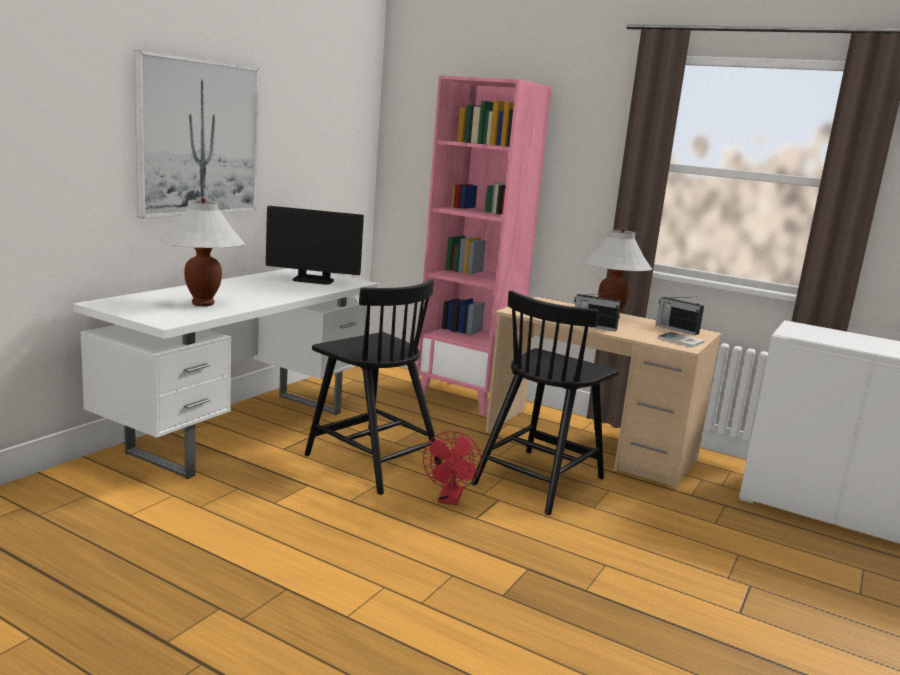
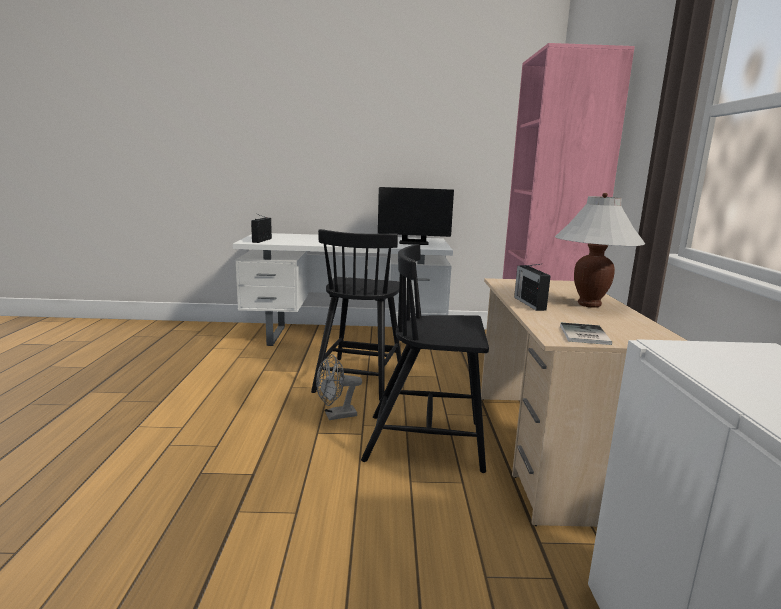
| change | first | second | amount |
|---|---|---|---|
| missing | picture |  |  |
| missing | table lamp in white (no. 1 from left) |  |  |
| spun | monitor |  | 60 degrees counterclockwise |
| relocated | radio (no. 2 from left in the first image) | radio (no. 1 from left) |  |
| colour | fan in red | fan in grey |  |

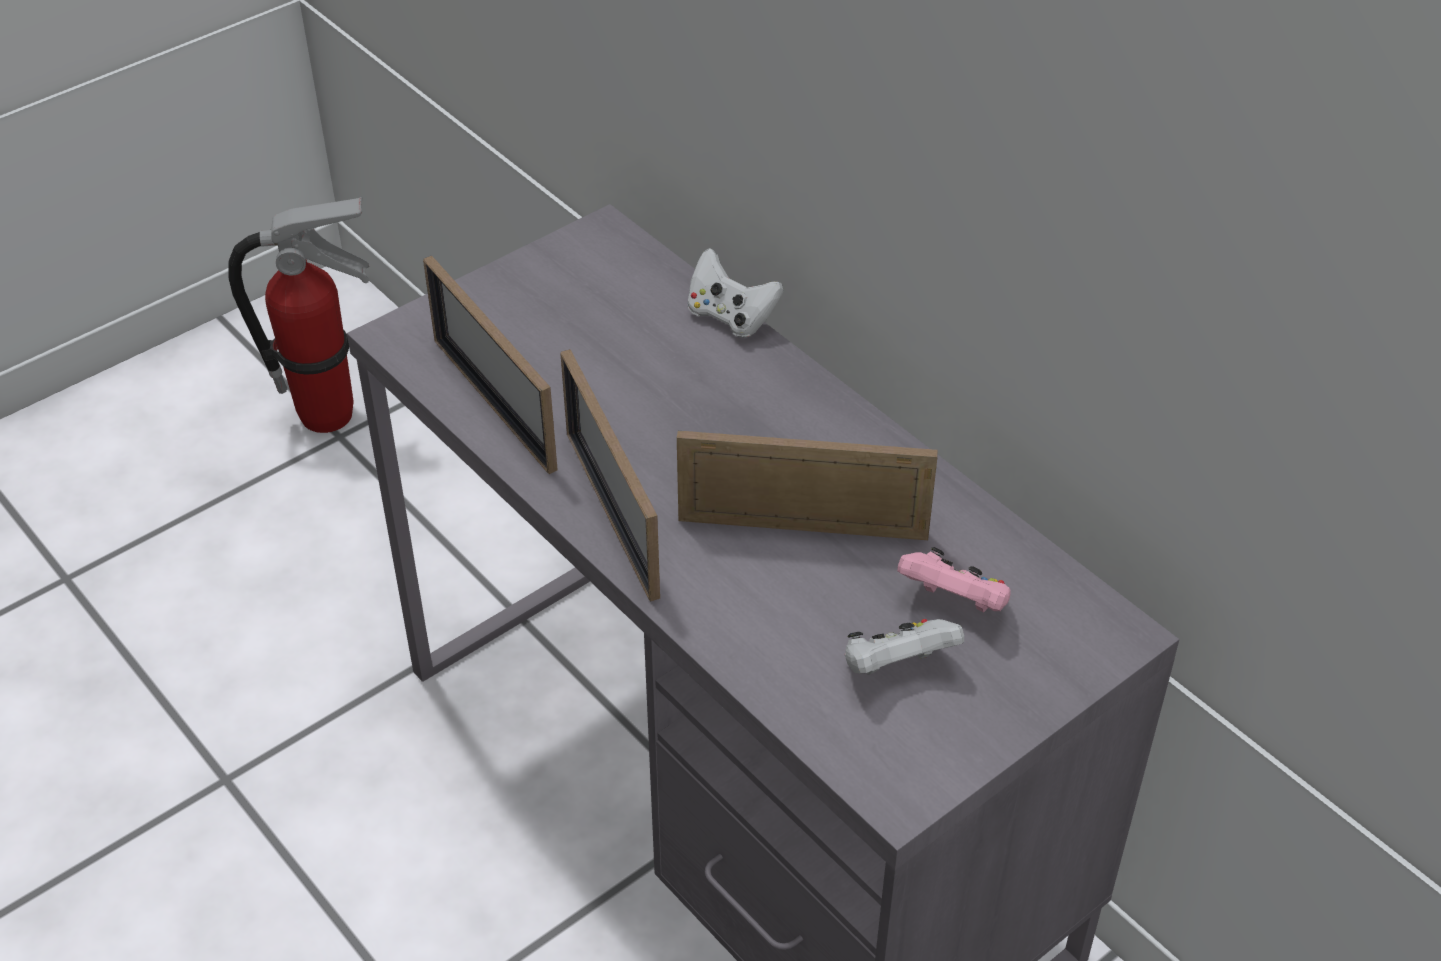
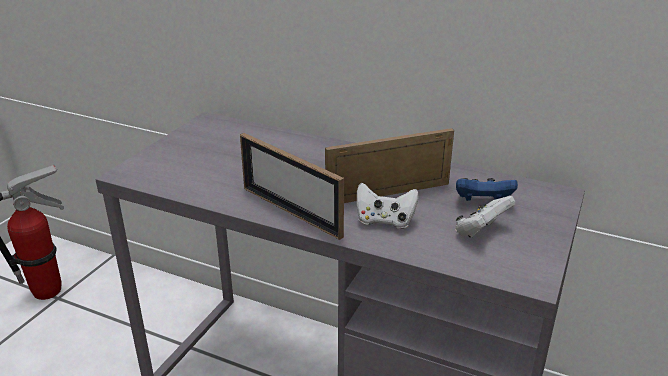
| change | first | second | amount |
|---|---|---|---|
| relocated | game controller in white (no. 1 from left) |  |  |
| missing | picture frame (no. 1 from left) |  |  |
| colour | game controller in pink | game controller in blue |  |

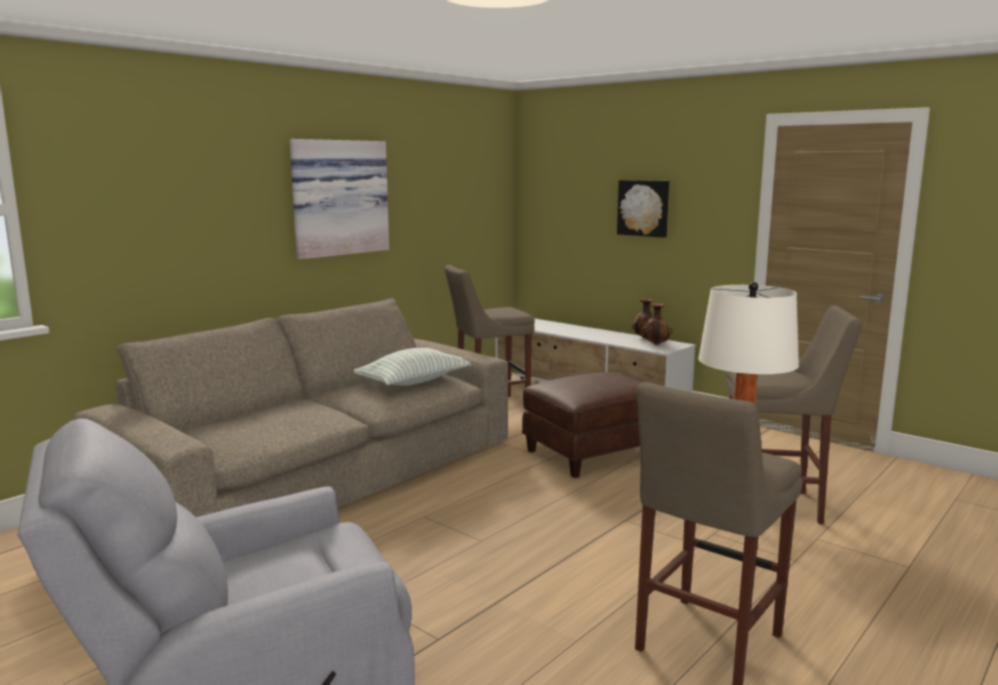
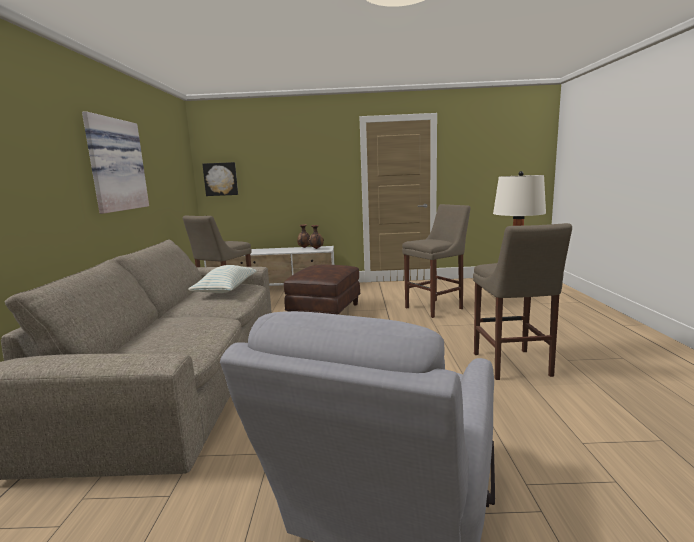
| change | first | second | amount |
|---|---|---|---|
| relocated | picture (no. 2 from left) |  |  |

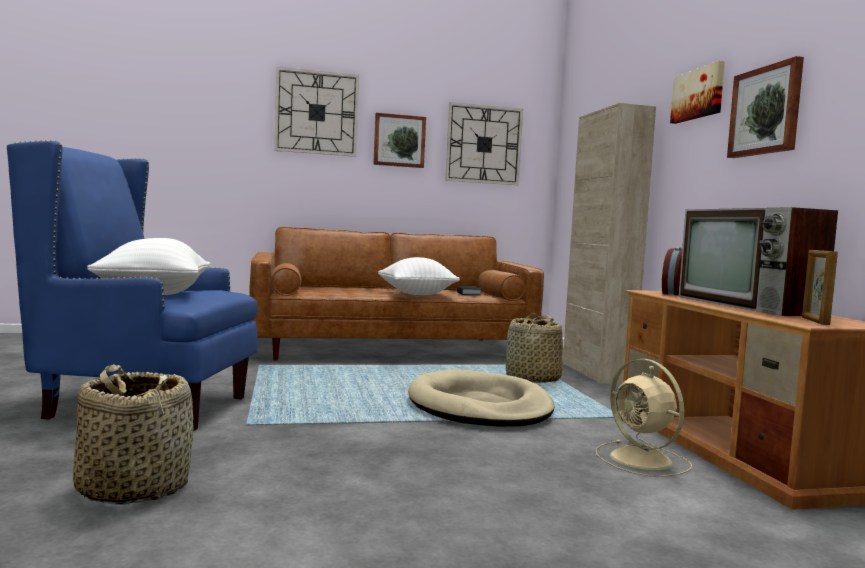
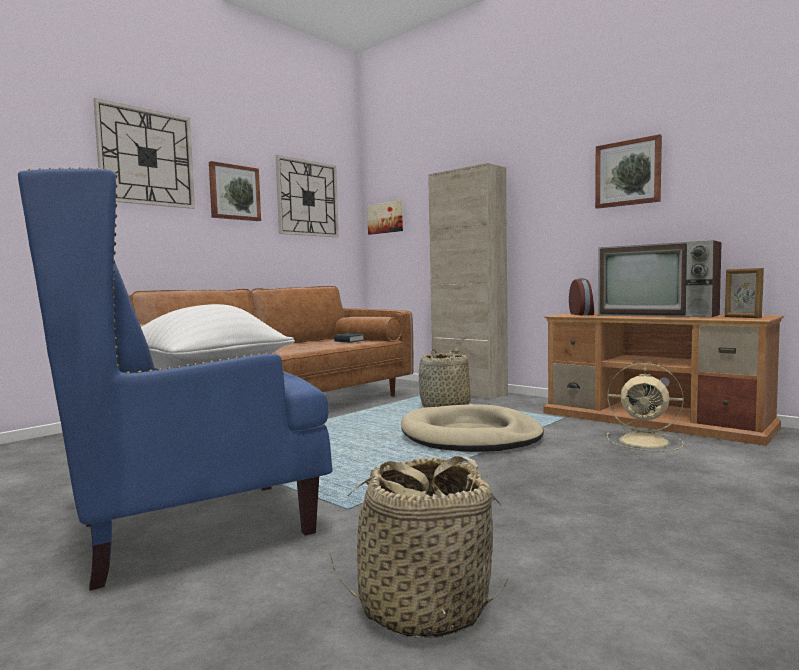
| change | first | second | amount |
|---|---|---|---|
| relocated | picture (no. 2 from left) |  |  |
| missing | pillow in white (no. 2 from left) |  |  |

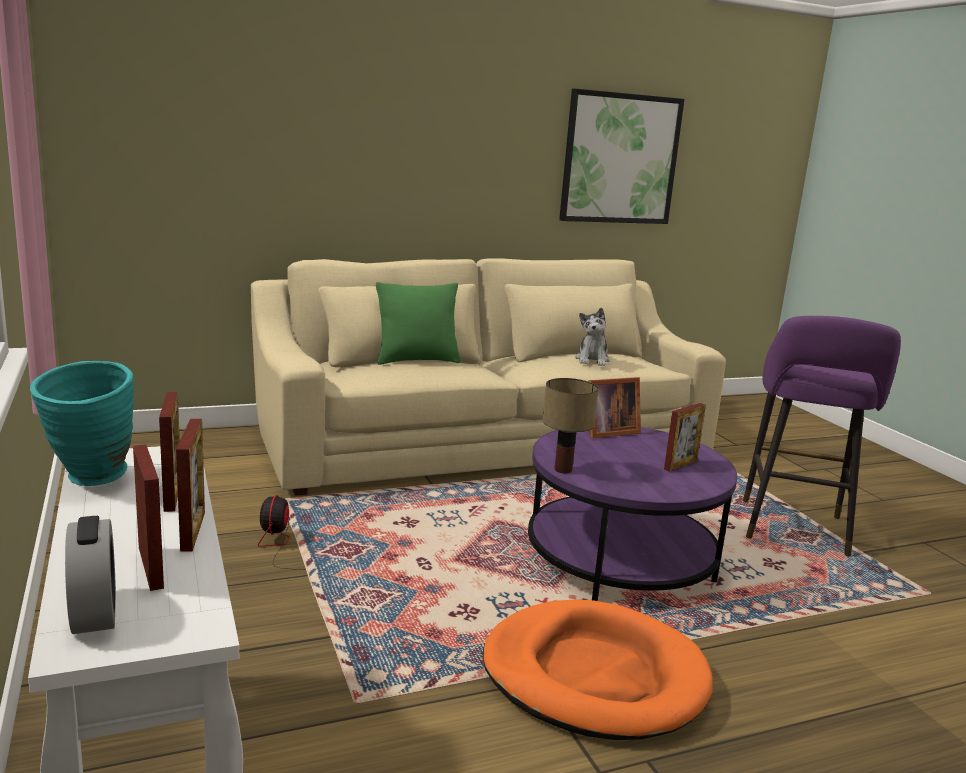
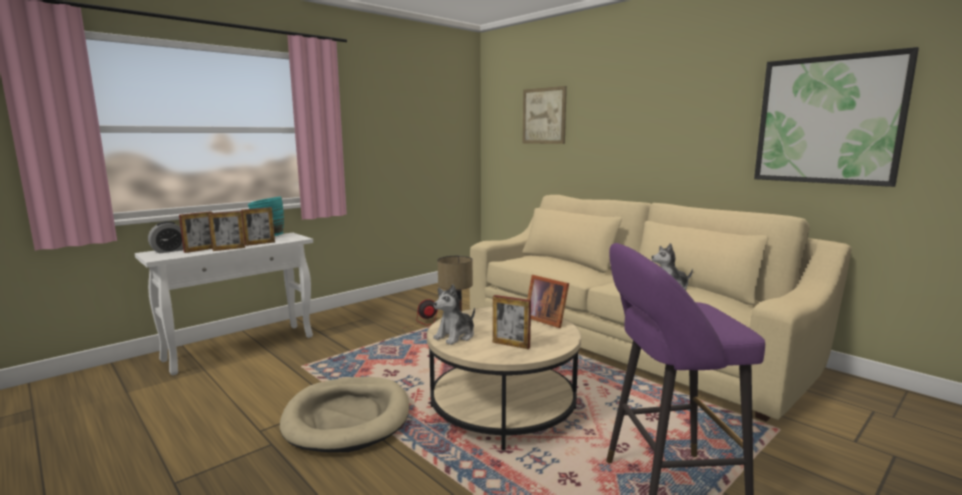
| change | first | second | amount |
|---|---|---|---|
| missing | pillow in green |  |  |
| colour | coffee table in purple | coffee table in beige |  |
| colour | dog bed in orange | dog bed in beige |  |
| appeared |  | picture (no. 1 from left) |  |
| appeared |  | plush toy (no. 1 from left) |  |

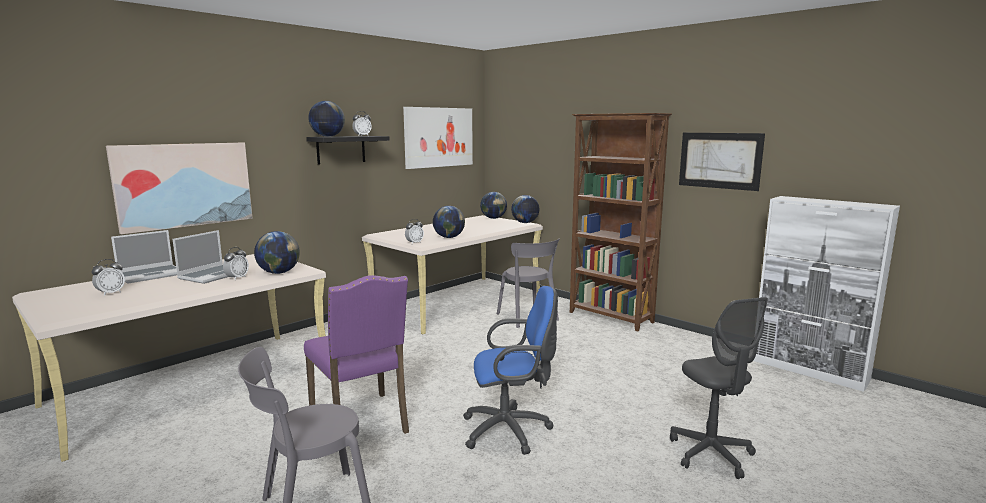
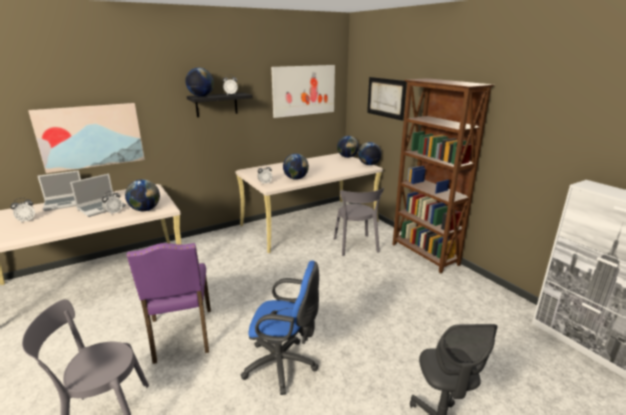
| change | first | second | amount |
|---|---|---|---|
| relocated | picture (no. 3 from left) |  |  |

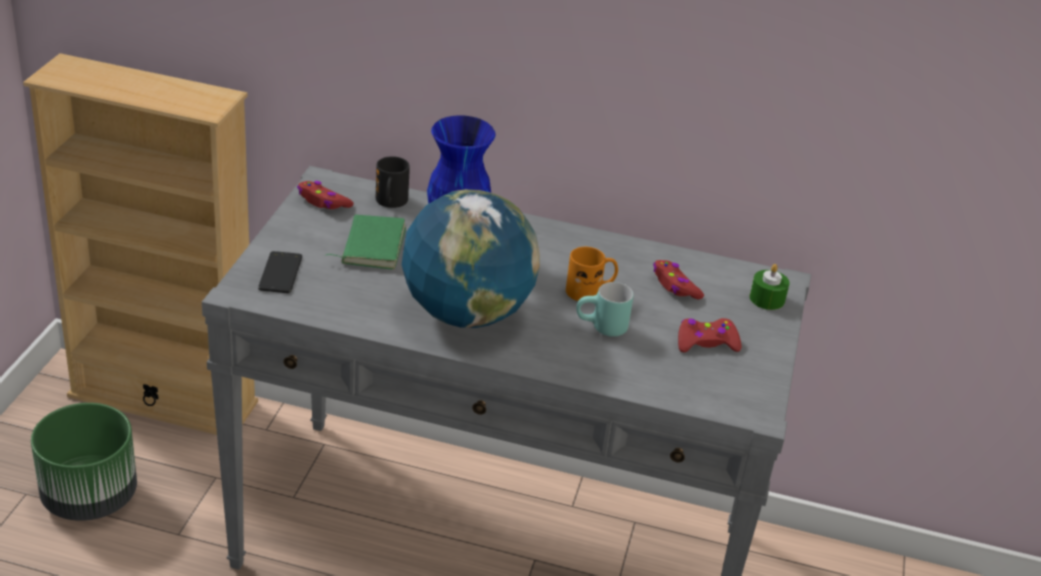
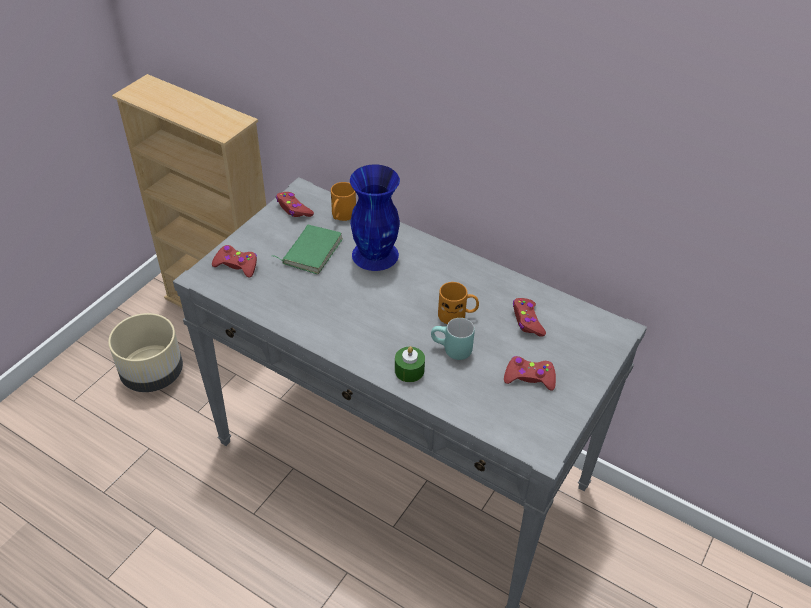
| change | first | second | amount |
|---|---|---|---|
| colour | mug in black | mug in orange (no. 1 from left) |  |
| missing | globe |  |  |
| exchanged | phone | game controller in red (no. 1 from left) |  |
| relocated | candle in green |  |  |
| colour | planter in green | planter in beige |  |

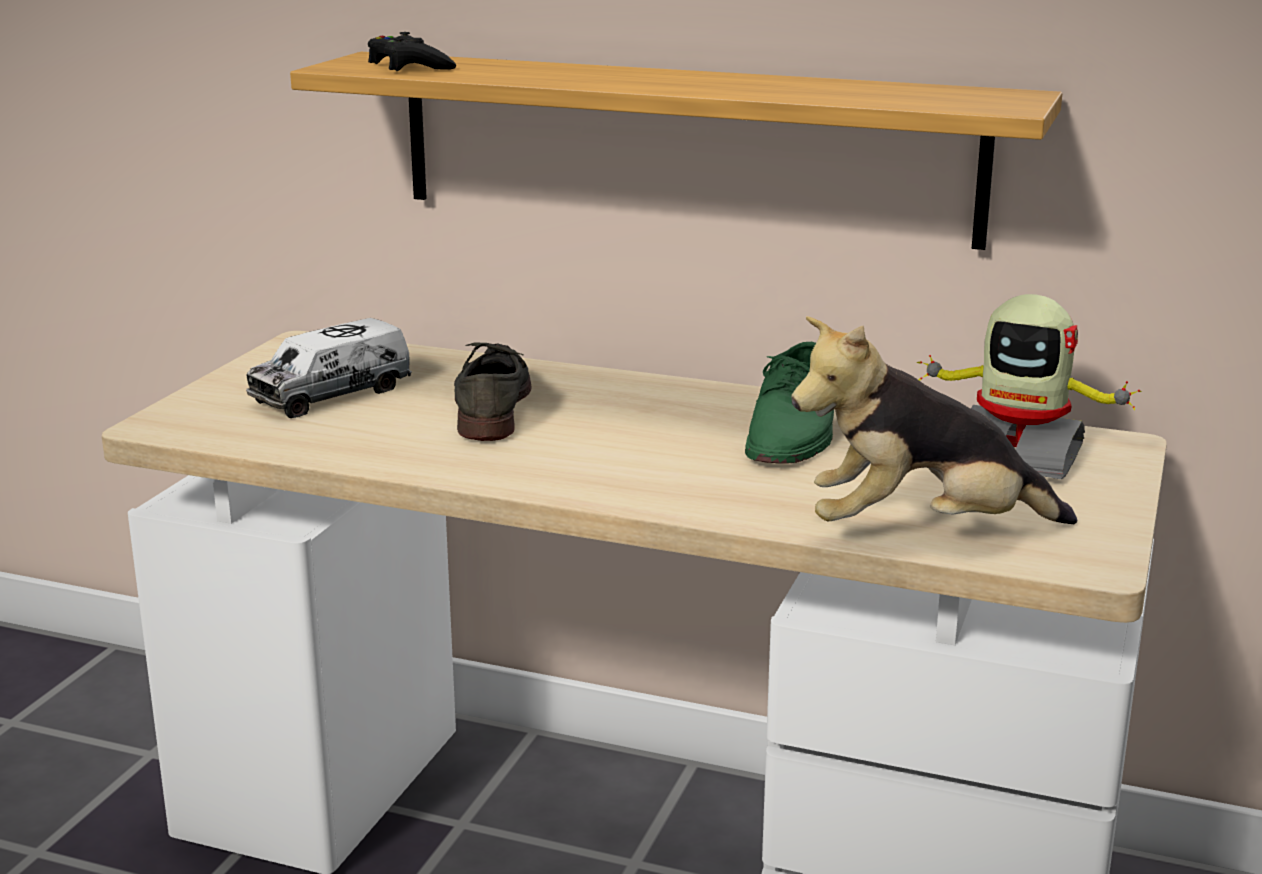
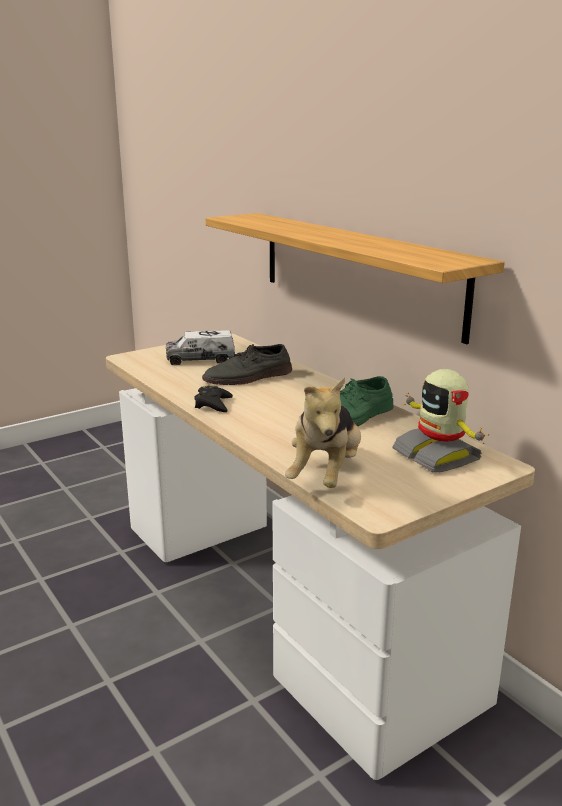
| change | first | second | amount |
|---|---|---|---|
| relocated | game controller in black |  |  |
| spun | plush toy |  | 105 degrees counterclockwise |
| spun | shoe in grey |  | 150 degrees counterclockwise |

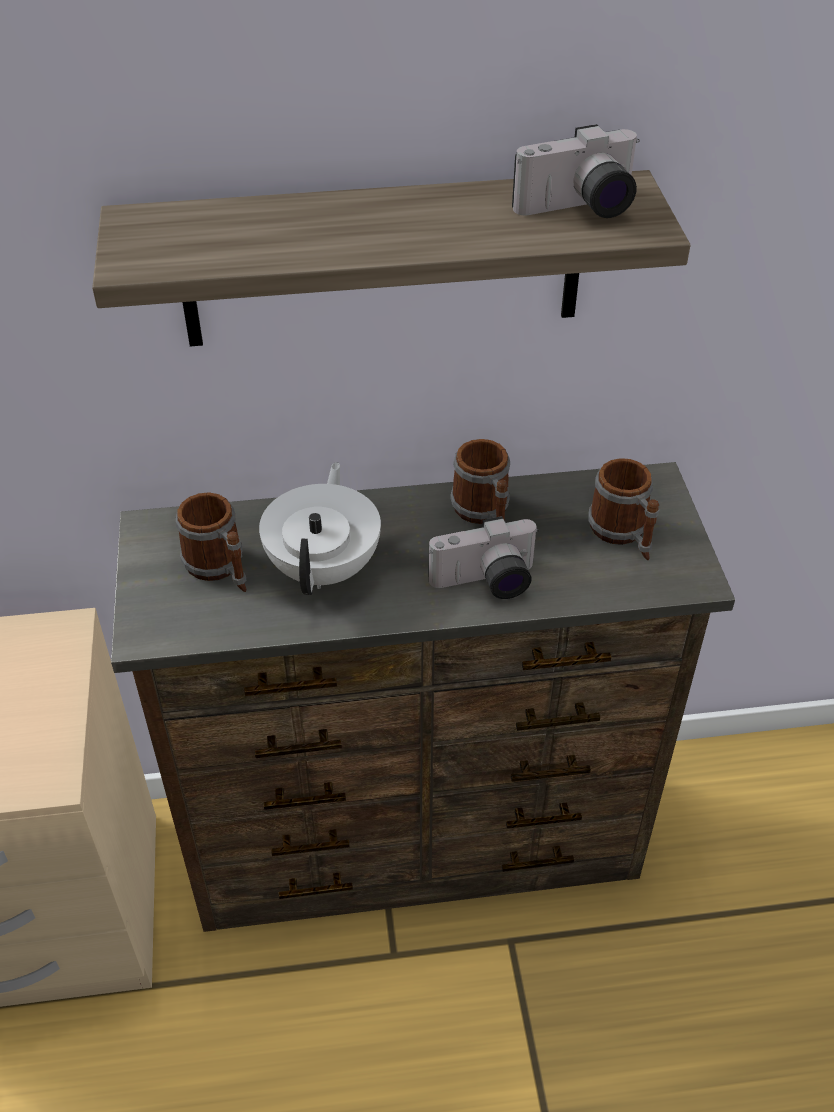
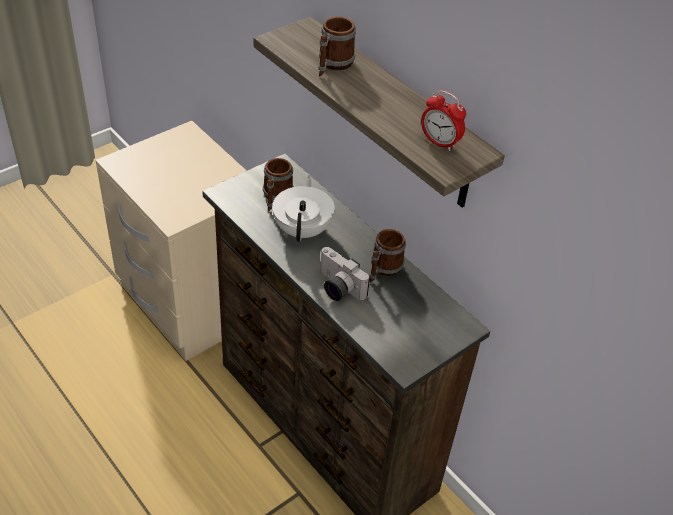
| change | first | second | amount |
|---|---|---|---|
| exchanged | photo camera (no. 2 from left) | alarm clock |  |
| relocated | mug (no. 3 from left in the first image) | mug (no. 2 from left) |  |
| spun | teapot in white |  | 60 degrees counterclockwise |

